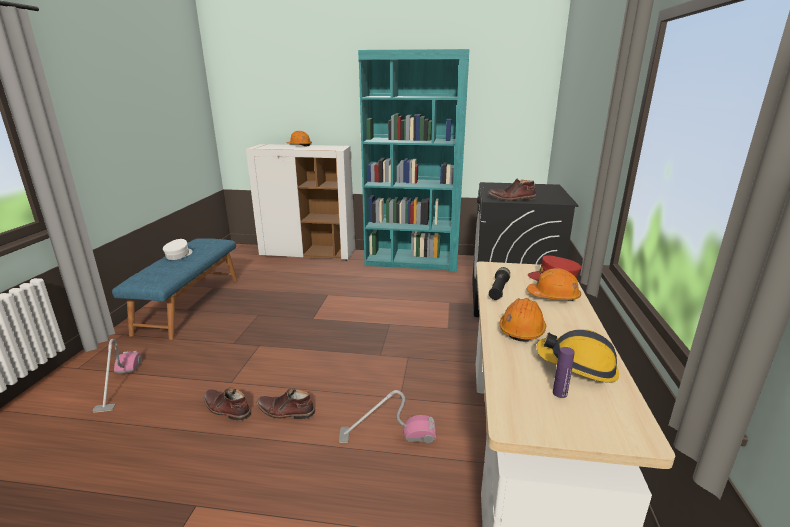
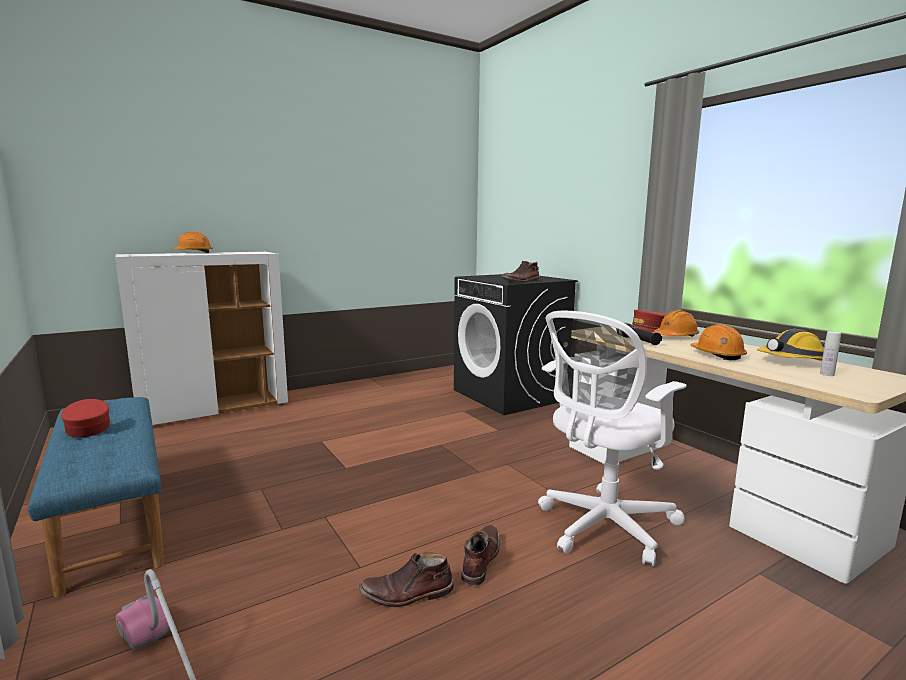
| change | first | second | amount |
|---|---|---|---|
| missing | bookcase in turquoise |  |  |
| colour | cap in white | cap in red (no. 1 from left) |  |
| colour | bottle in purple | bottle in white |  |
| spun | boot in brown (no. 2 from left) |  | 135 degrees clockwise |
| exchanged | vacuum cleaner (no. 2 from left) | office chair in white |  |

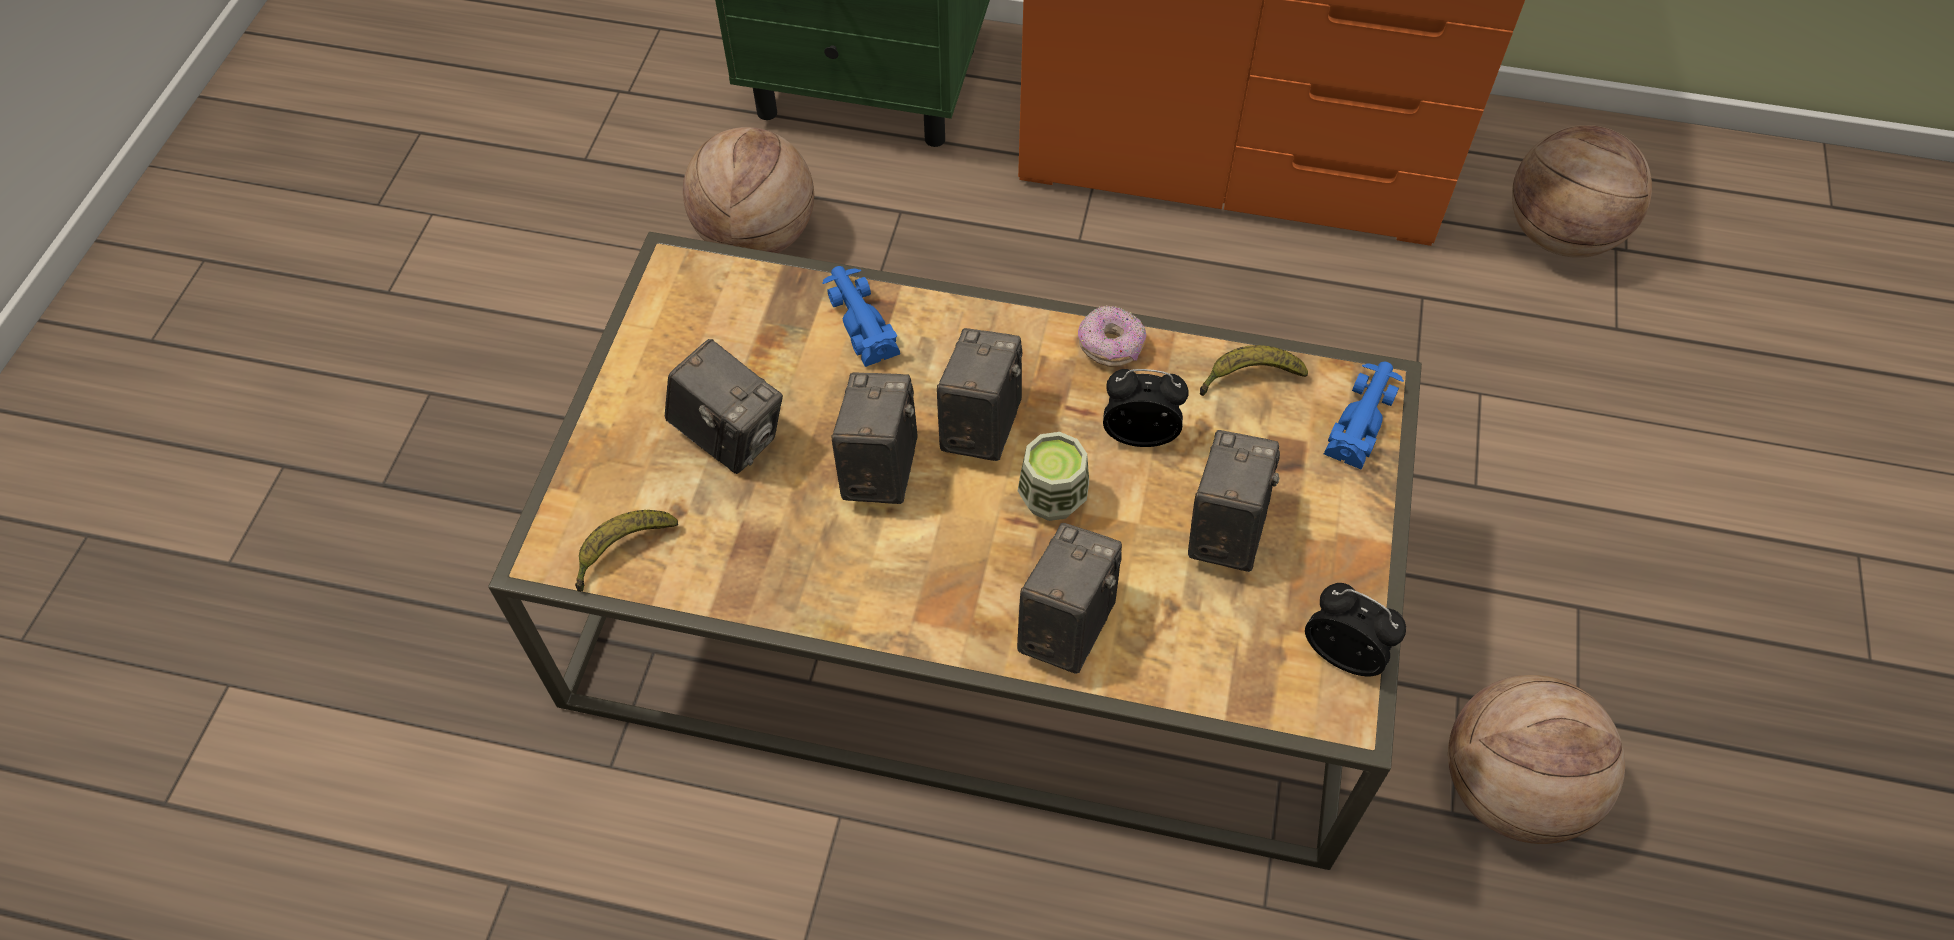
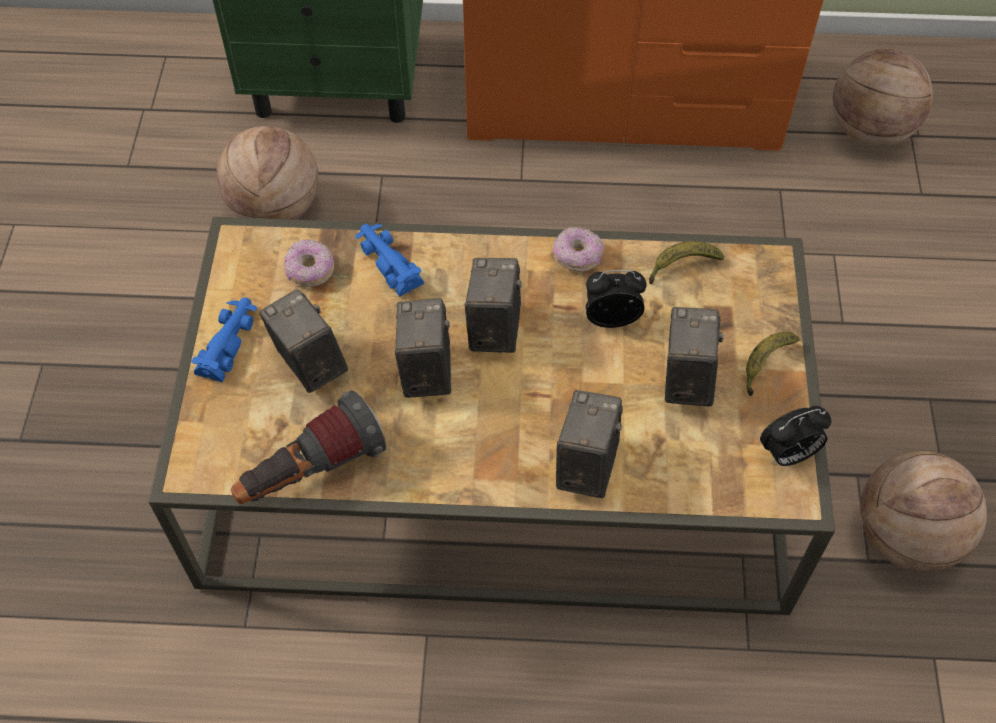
| change | first | second | amount |
|---|---|---|---|
| spun | photo camera (no. 1 from left) |  | 150 degrees counterclockwise |
| relocated | toy car in blue (no. 2 from left in the first image) | toy car in blue (no. 1 from left) |  |
| missing | cup |  |  |
| relocated | banana (no. 1 from left in the first image) | banana (no. 2 from left) |  |
| spun | alarm clock (no. 2 from left) |  | 135 degrees clockwise |
| appeared |  | donut (no. 1 from left) |  |
| appeared |  | flashlight |  |

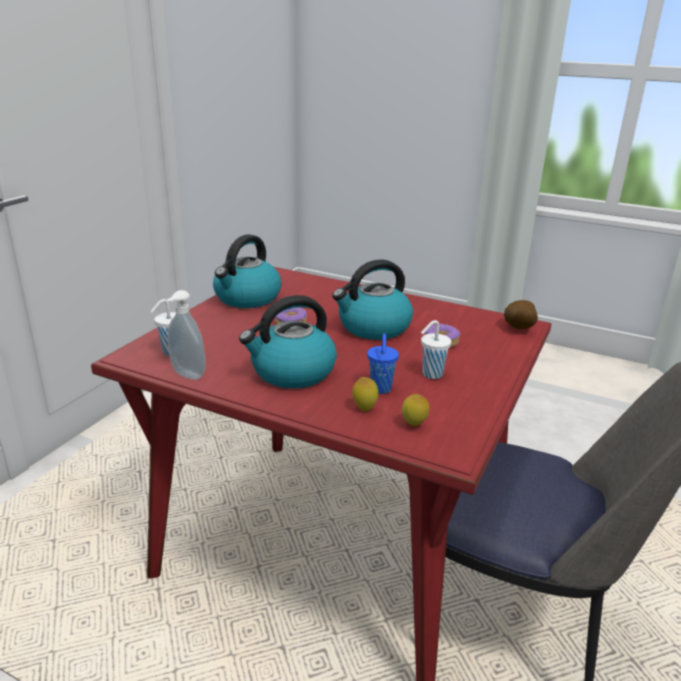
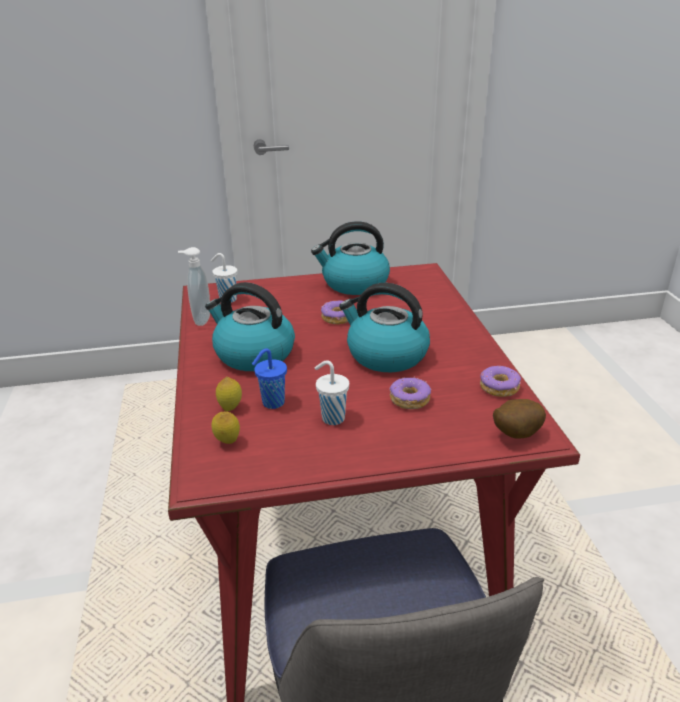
| change | first | second | amount |
|---|---|---|---|
| appeared |  | donut (no. 3 from left) |  |

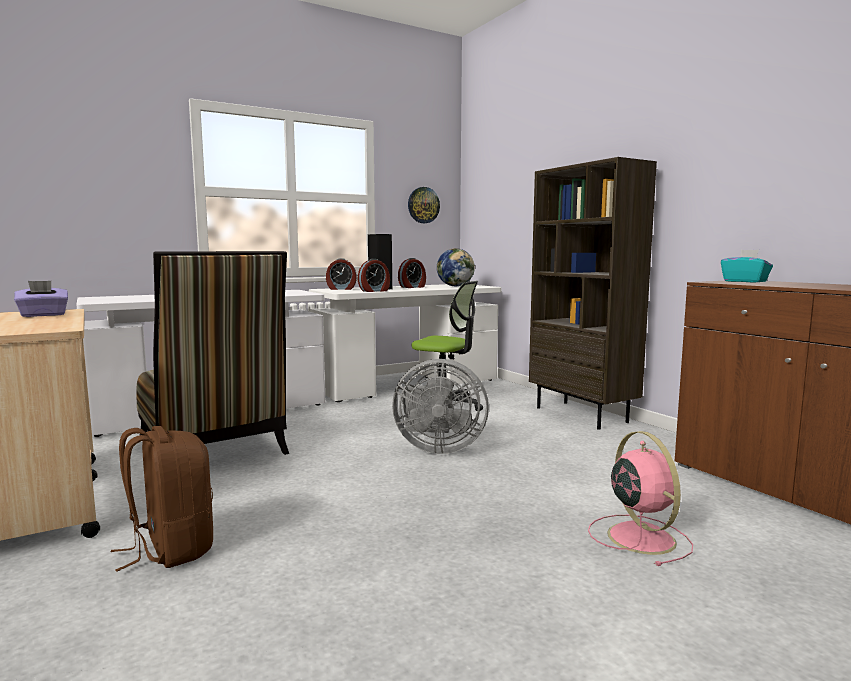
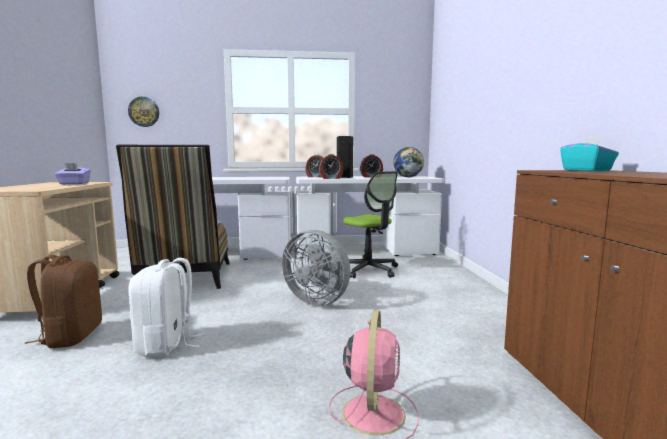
| change | first | second | amount |
|---|---|---|---|
| missing | bookcase in brown |  |  |
| relocated | wall clock |  |  |
| appeared |  | backpack in white |  |

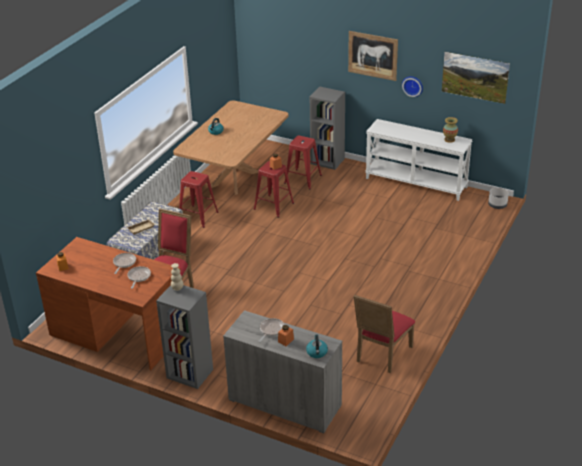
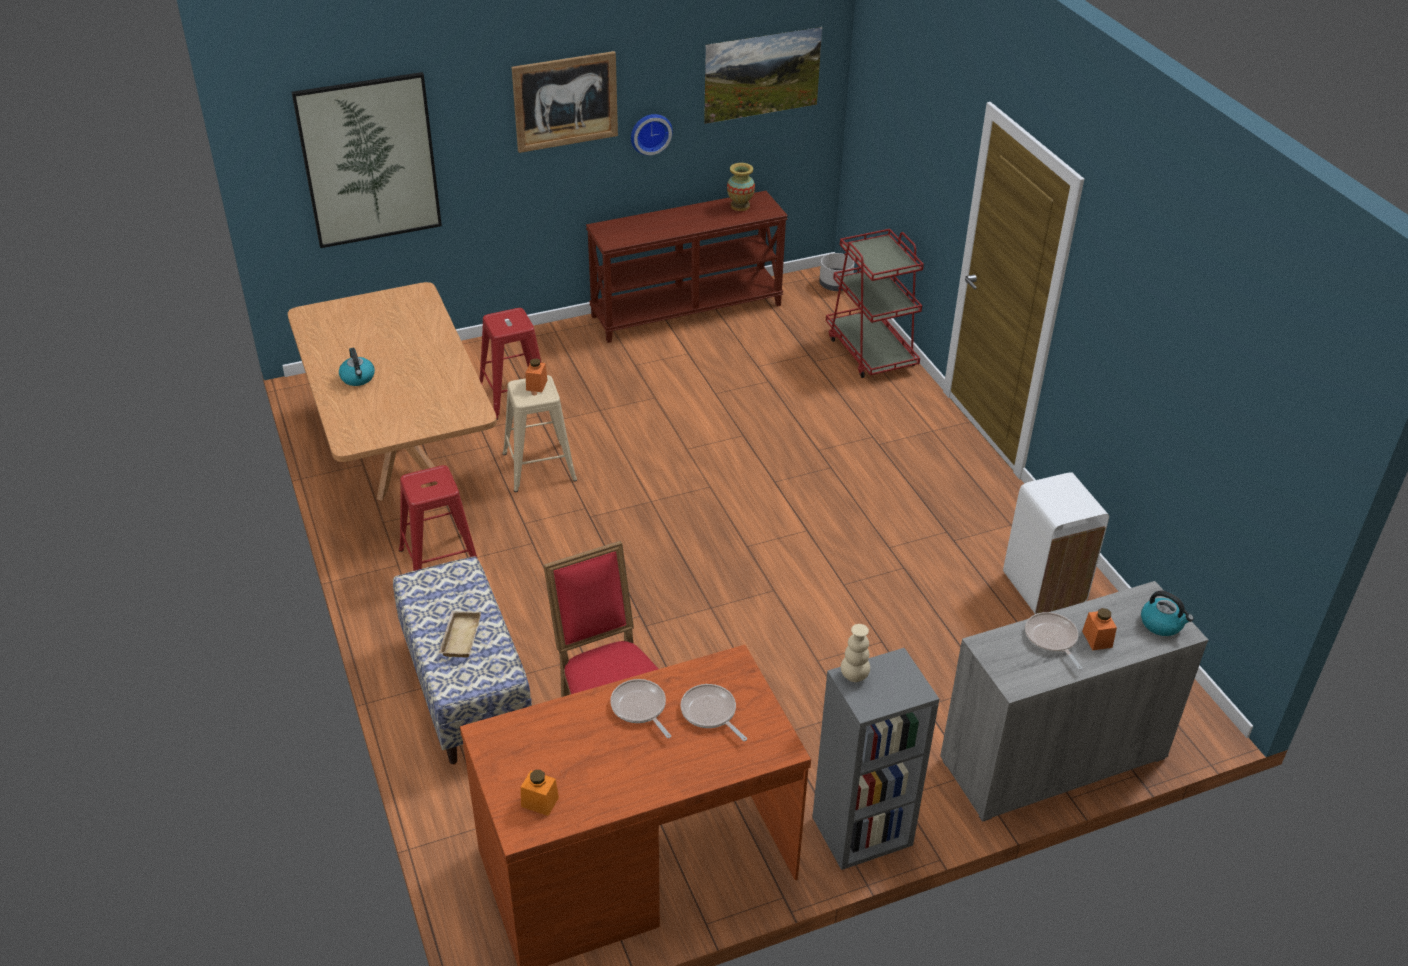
| change | first | second | amount |
|---|---|---|---|
| missing | bookcase in grey (no. 2 from left) |  |  |
| colour | console table in white | console table in brown |  |
| colour | stool in red (no. 2 from left) | stool in beige |  |
| exchanged | chair in red (no. 2 from left) | trash can in white |  |
| appeared |  | picture (no. 1 from left) |  |
| appeared |  | cart in red |  |

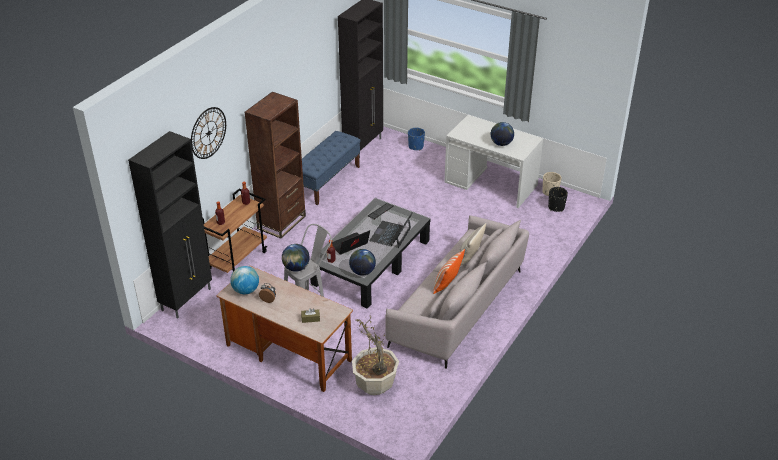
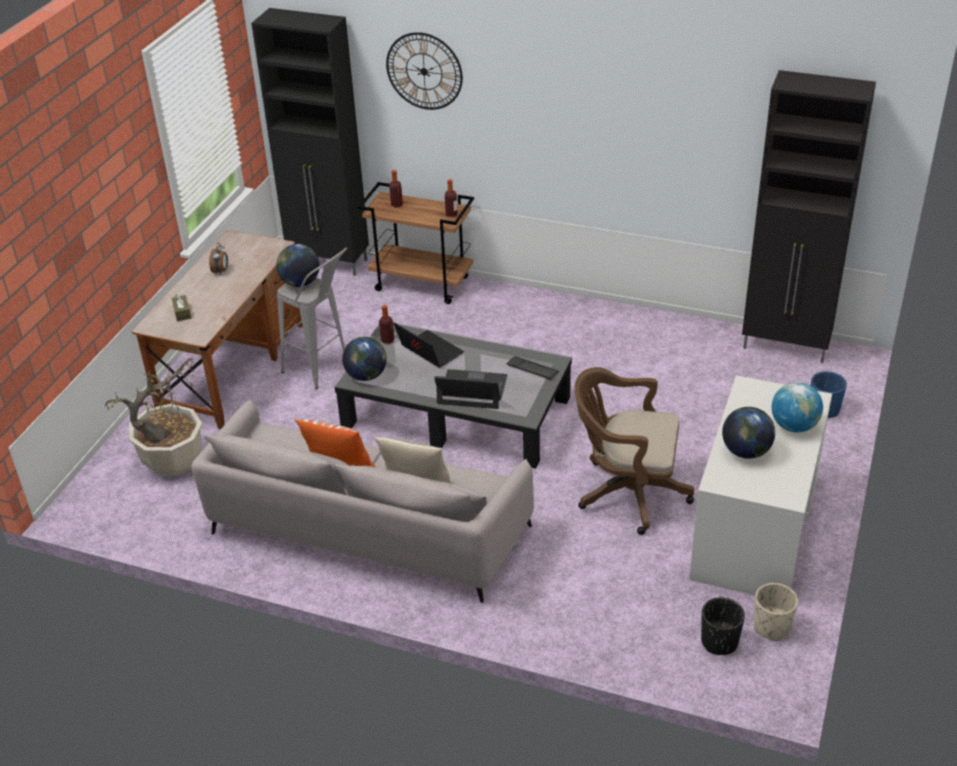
| change | first | second | amount |
|---|---|---|---|
| missing | bookcase in brown |  |  |
| missing | bench in blue |  |  |
| relocated | globe (no. 1 from left in the first image) | globe (no. 4 from left) |  |
| appeared |  | office chair in brown |  |

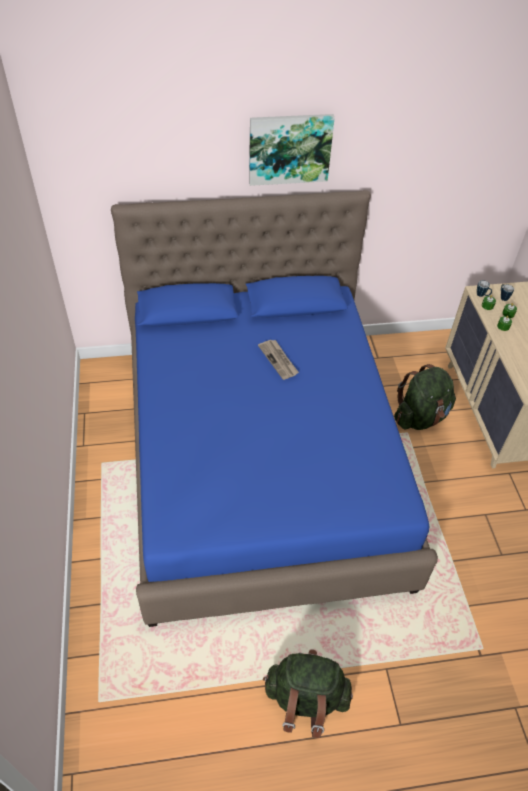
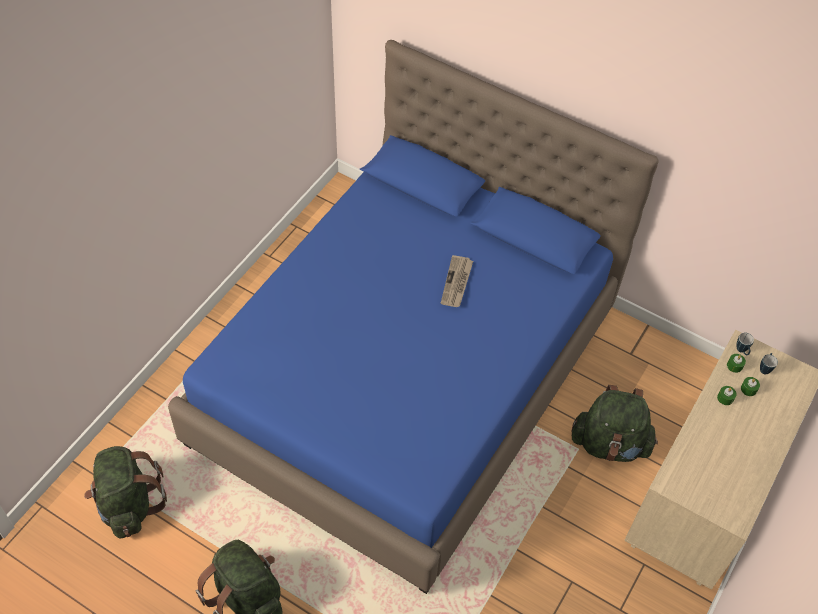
| change | first | second | amount |
|---|---|---|---|
| missing | picture |  |  |
| appeared |  | backpack in green (no. 1 from left) |  |

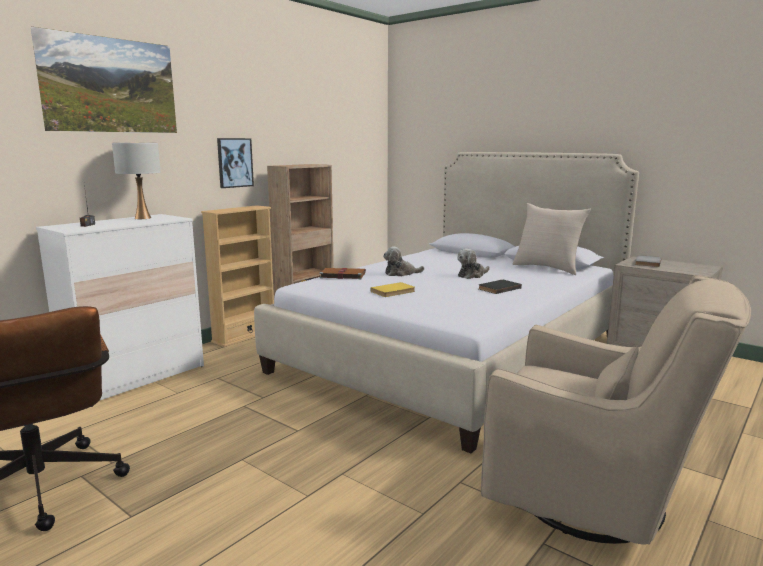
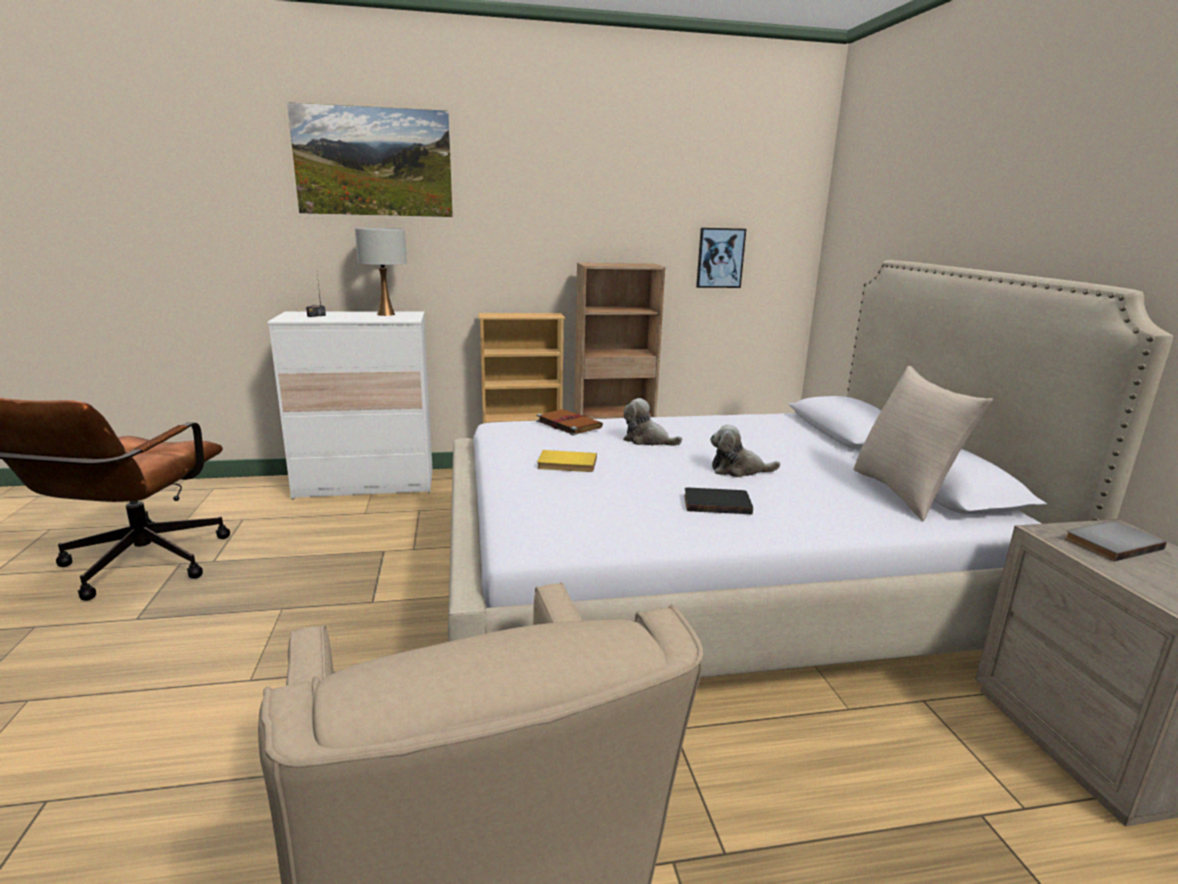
| change | first | second | amount |
|---|---|---|---|
| relocated | picture (no. 2 from left) |  |  |

